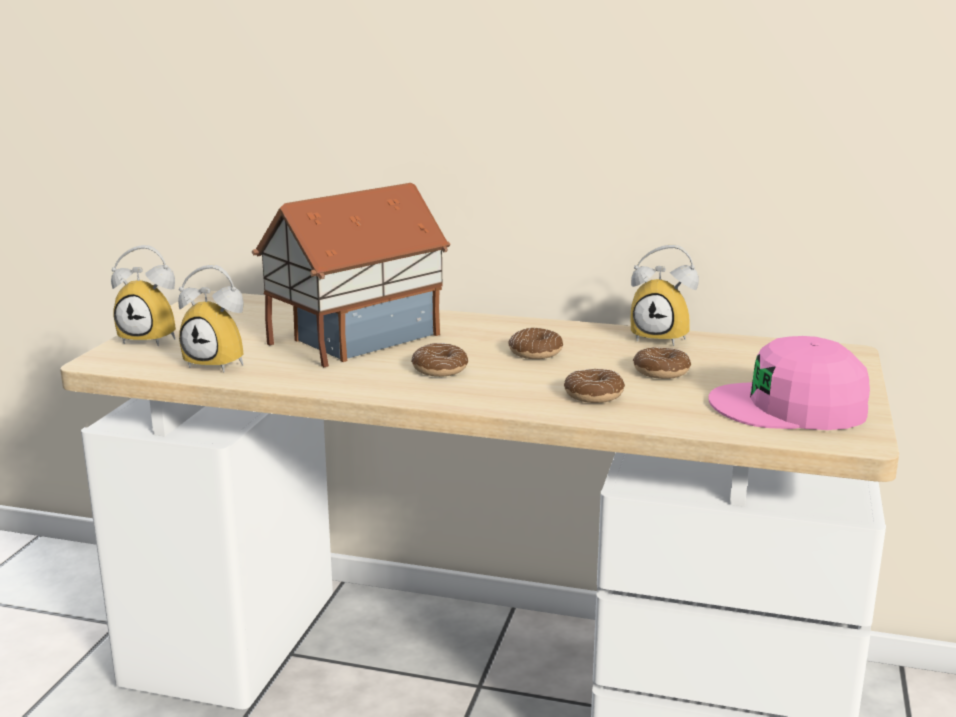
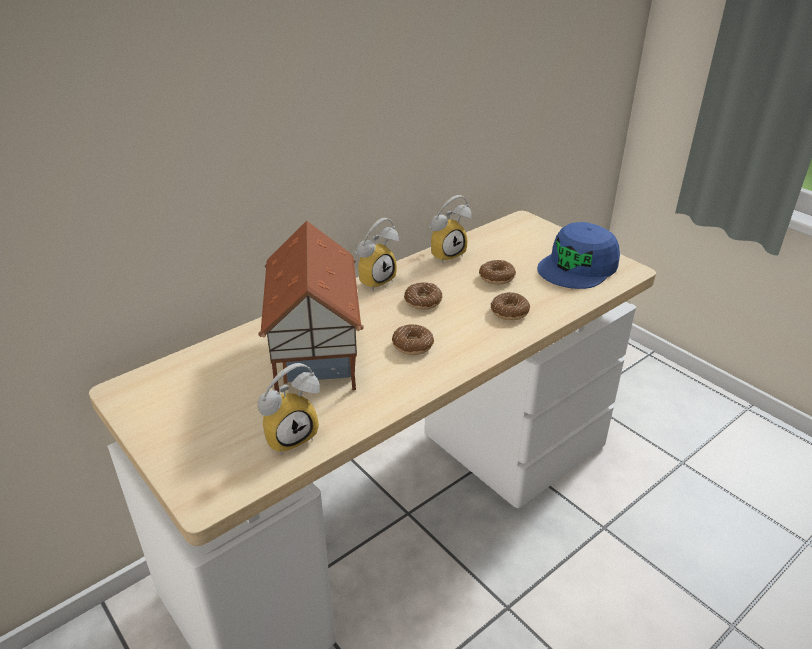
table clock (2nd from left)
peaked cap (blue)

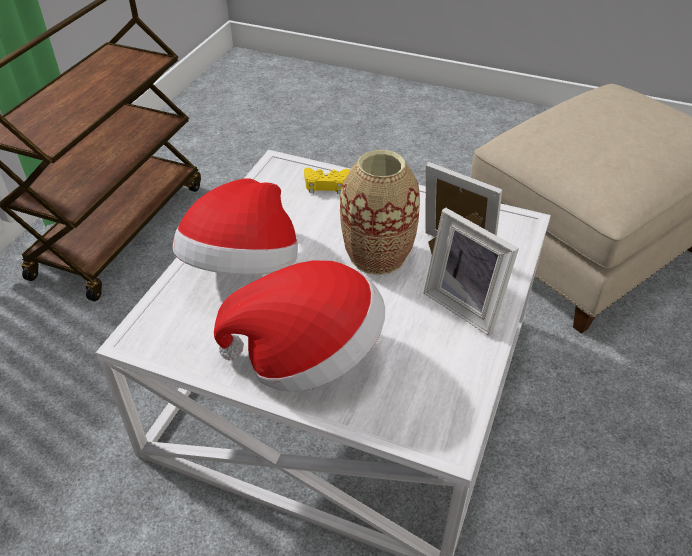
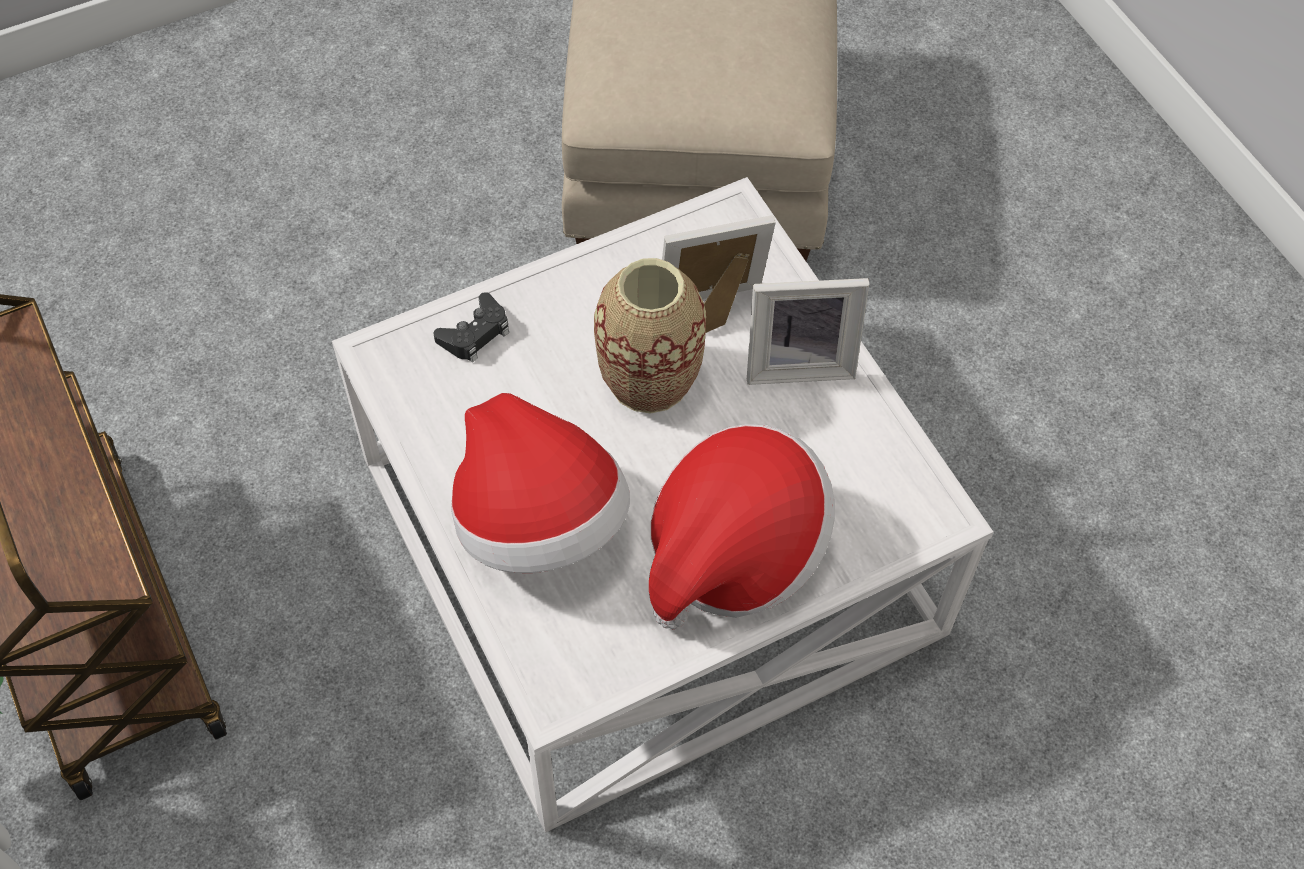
joypad (blackish)

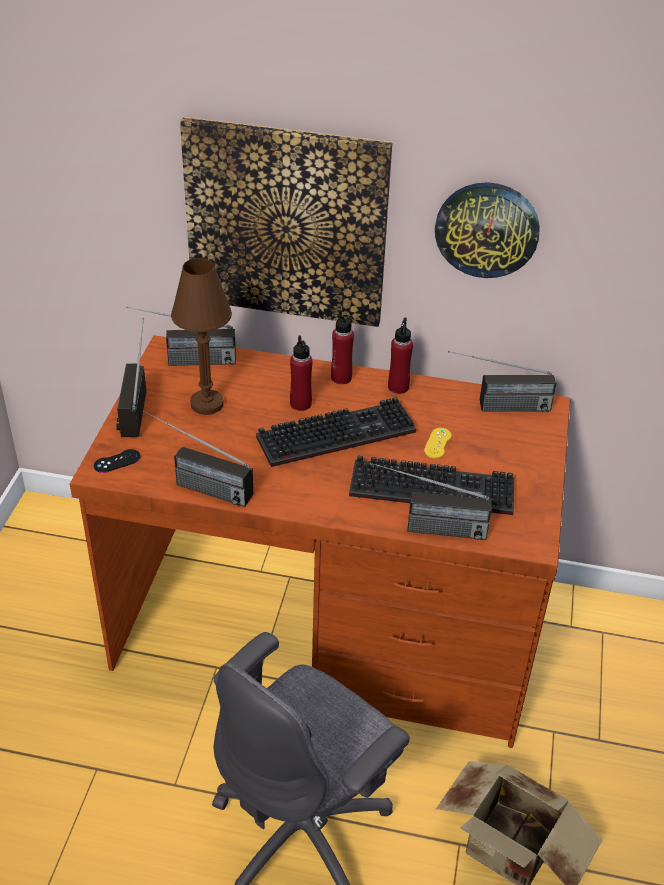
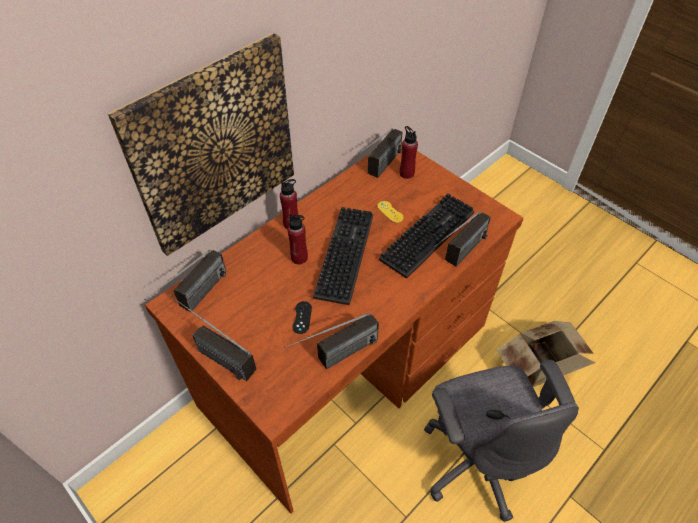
hanging clock
table lamp (brownish)
beverage bottle (red-coloured) (3rd from left)
joypad (blackish)

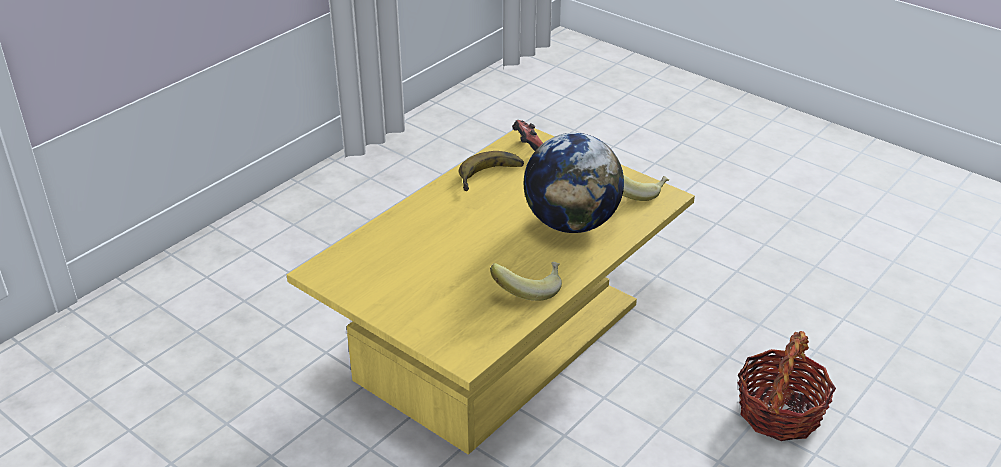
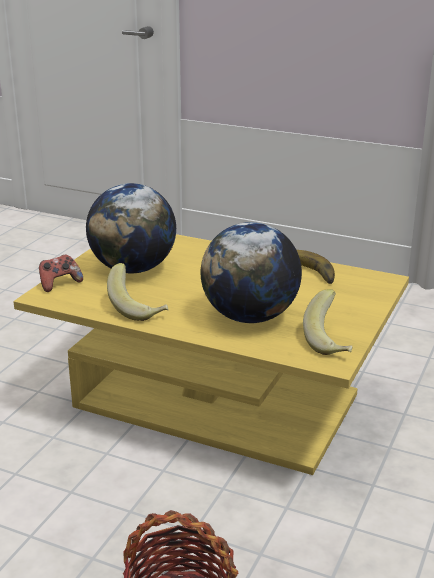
joypad
globe (1st from left)

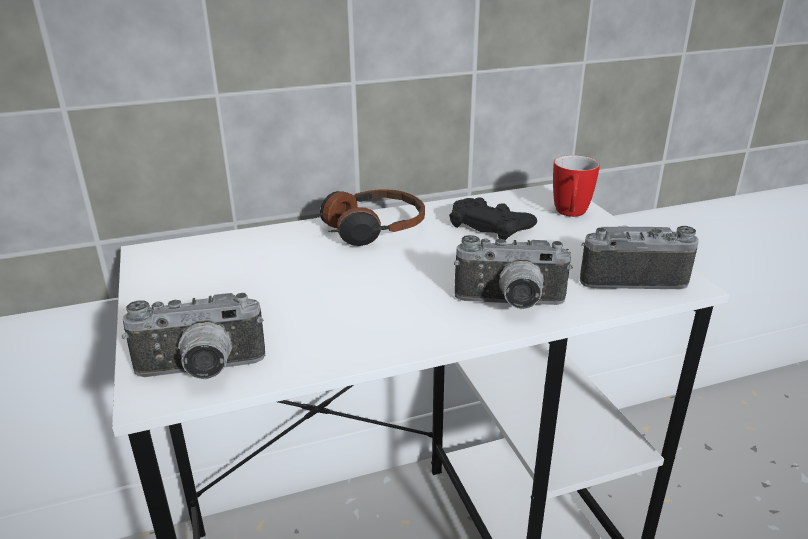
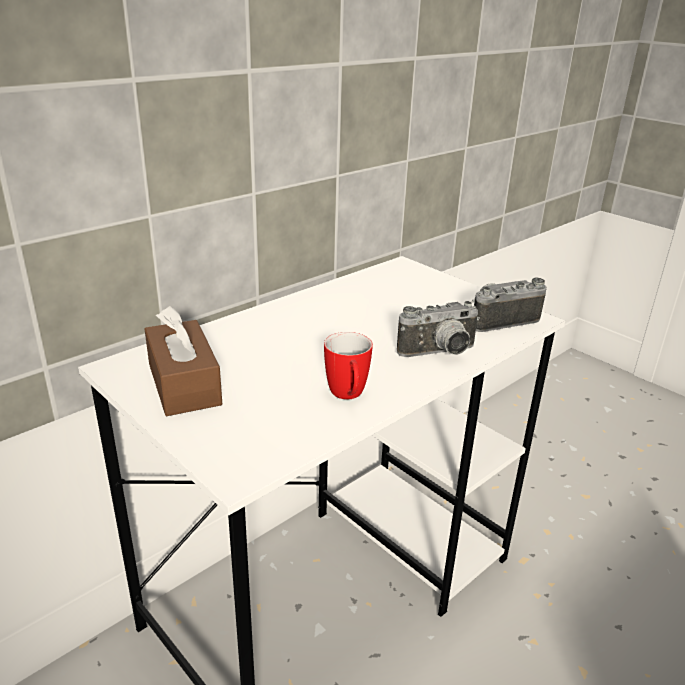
tea mug
headphones
joypad (blackish)
photo camera (1st from left in the first image)
tissue holder (brownish)

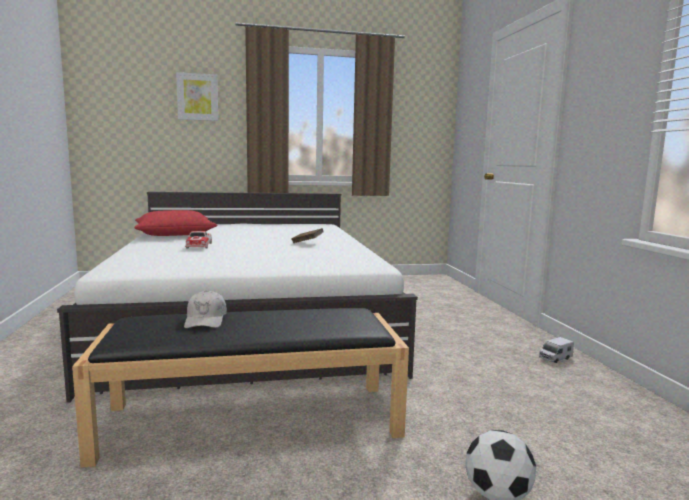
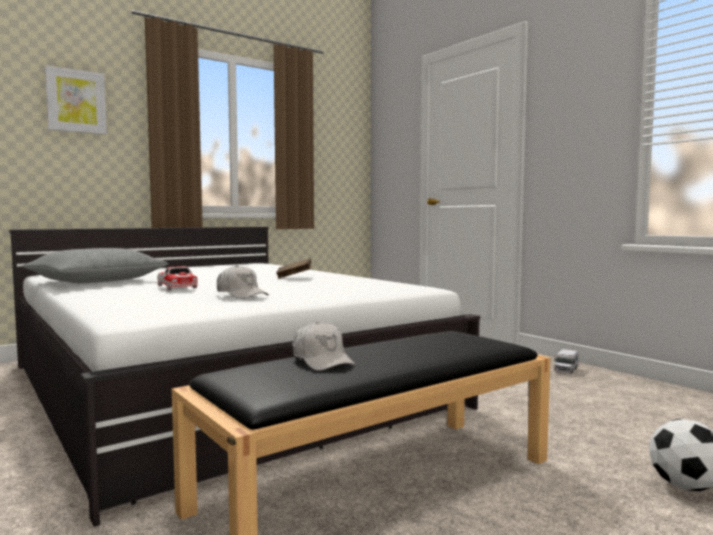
throw pillow (grey)
peaked cap (white-coloured) (1st from left)

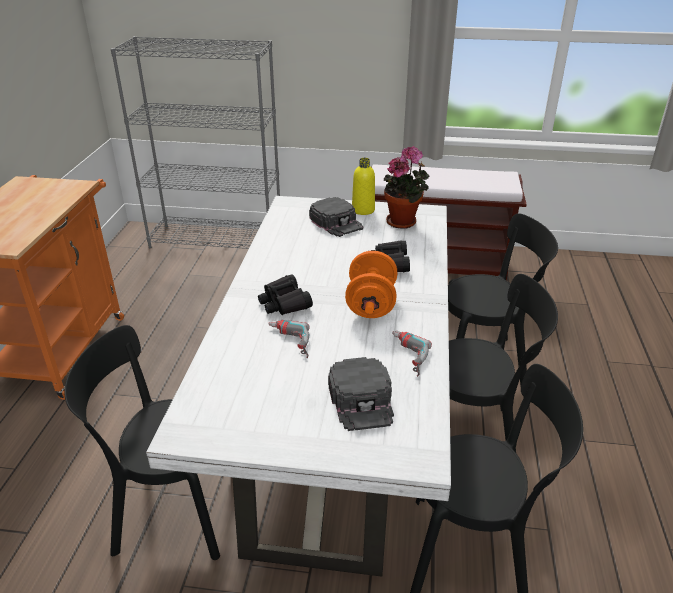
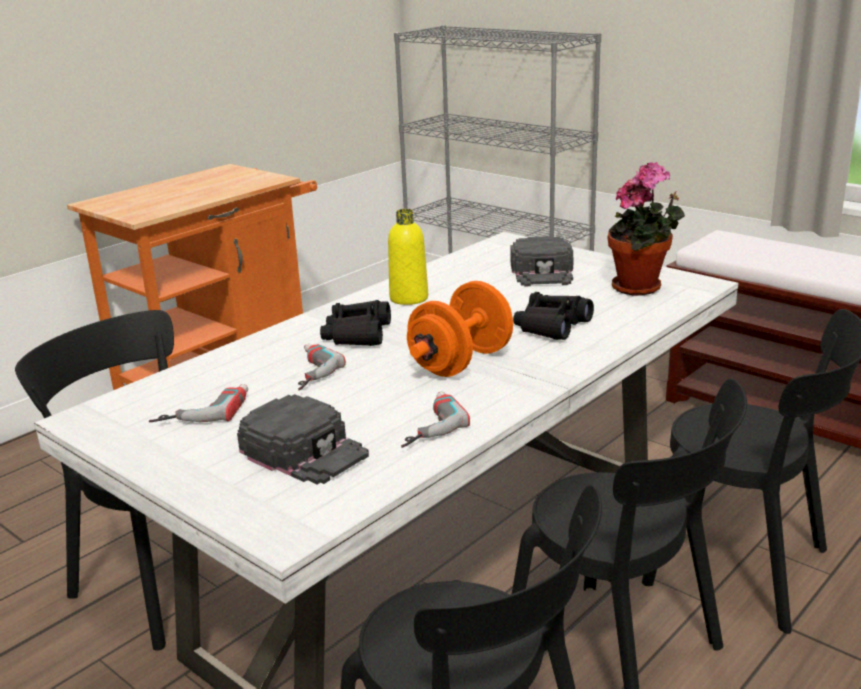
beverage bottle (yellowish)
peaked cap (blackish) (1st from left)
drill (1st from left)

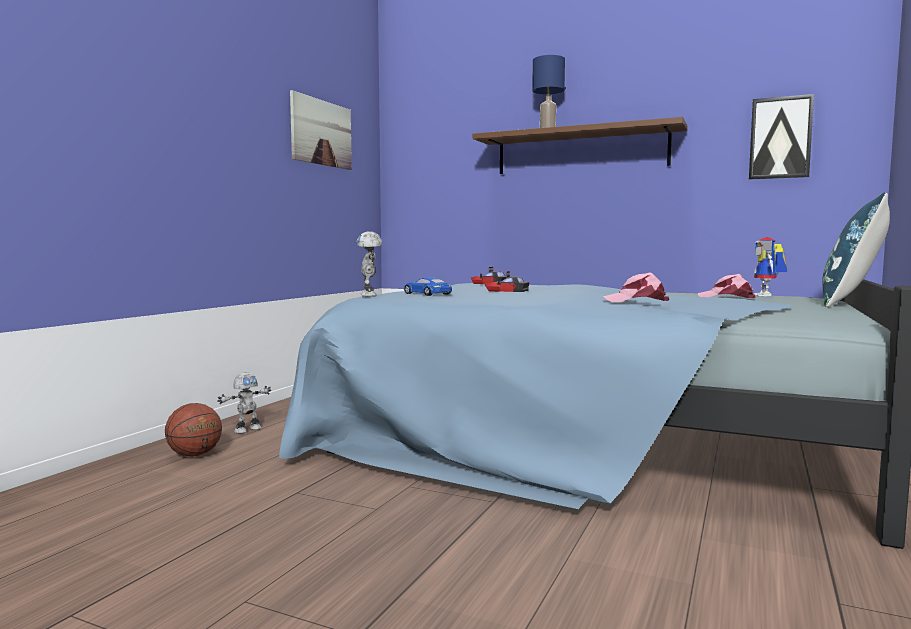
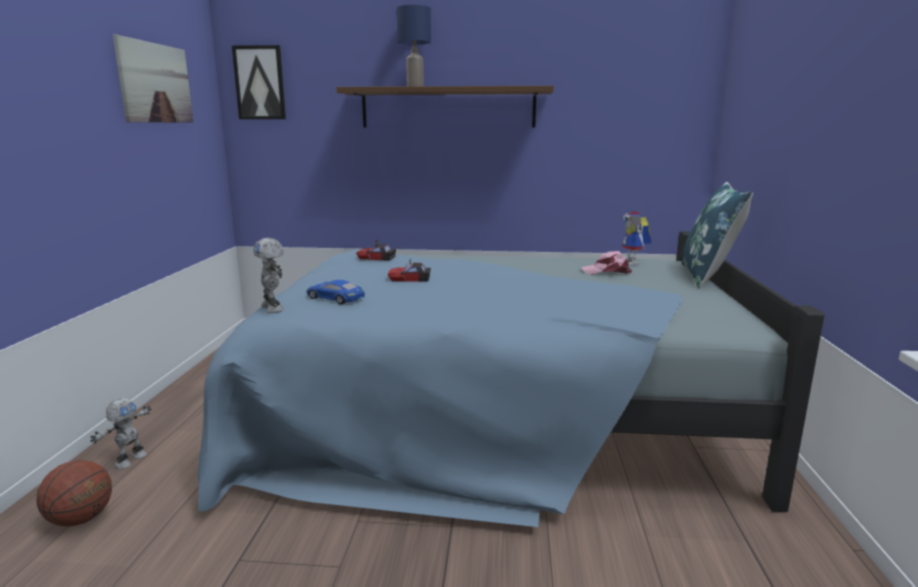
wall picture (2nd from left)
peaked cap (pinkish) (1st from left in the first image)

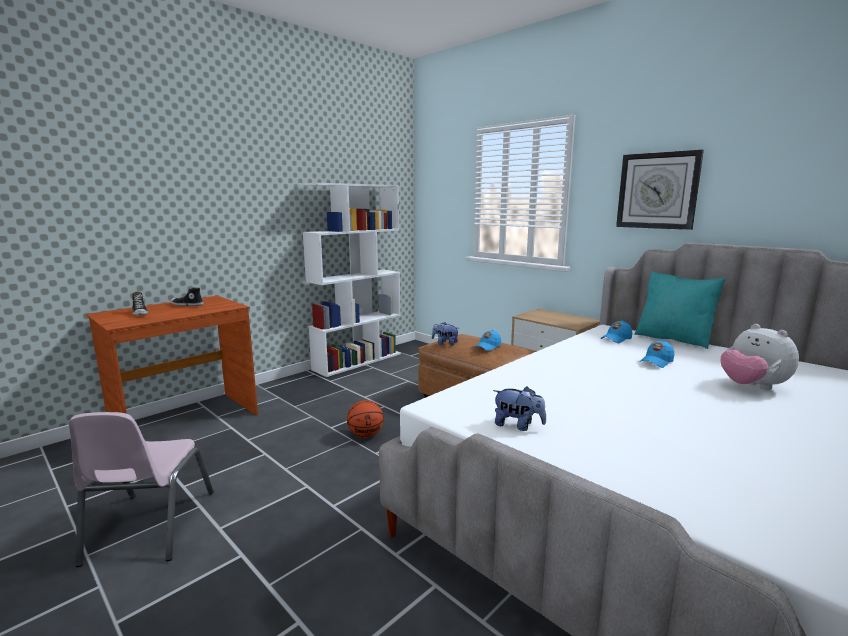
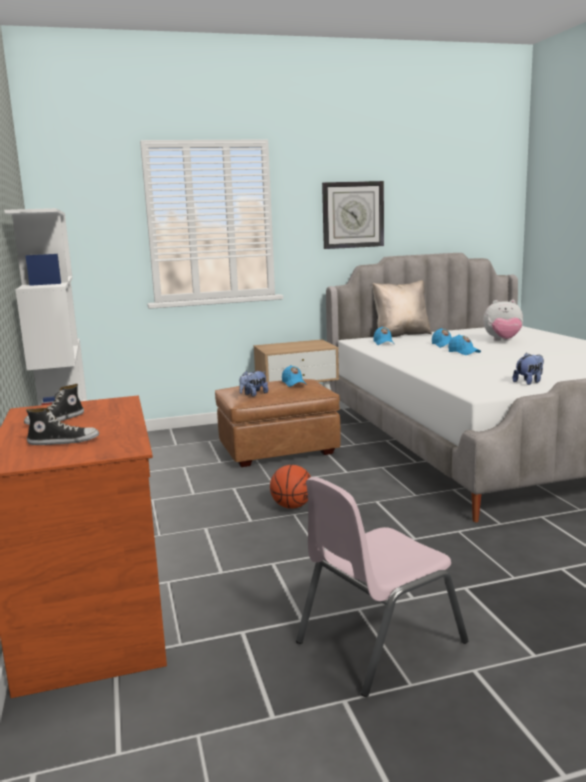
throw pillow (beige)
plain chair (pinkish)
peaked cap (blue) (4th from left)

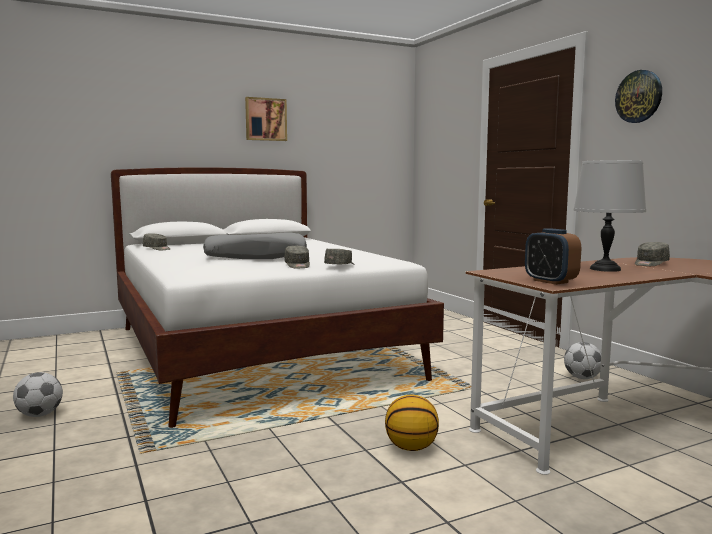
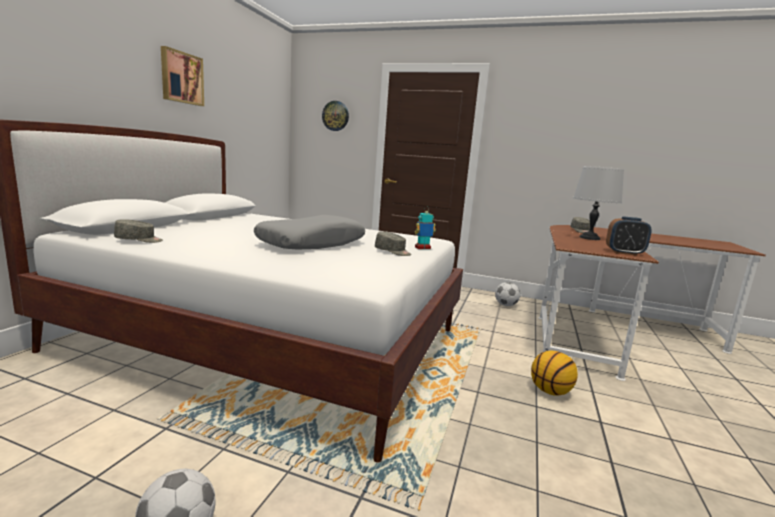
hanging clock
model robot

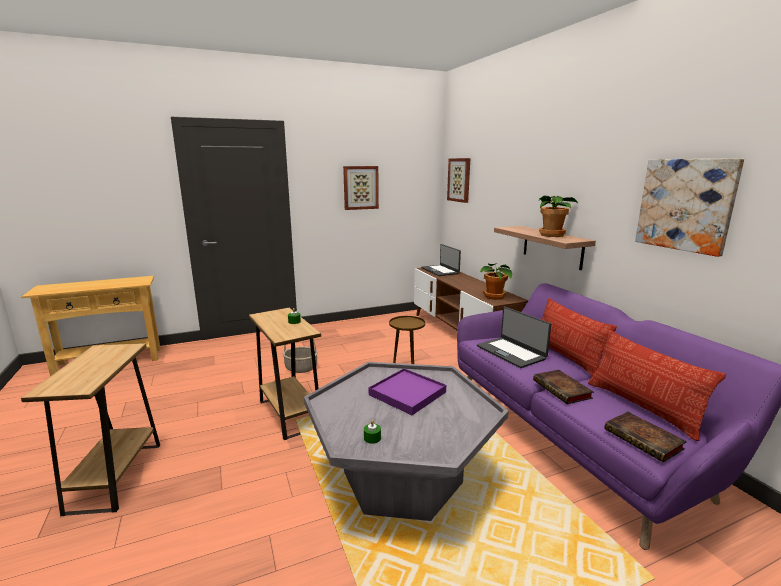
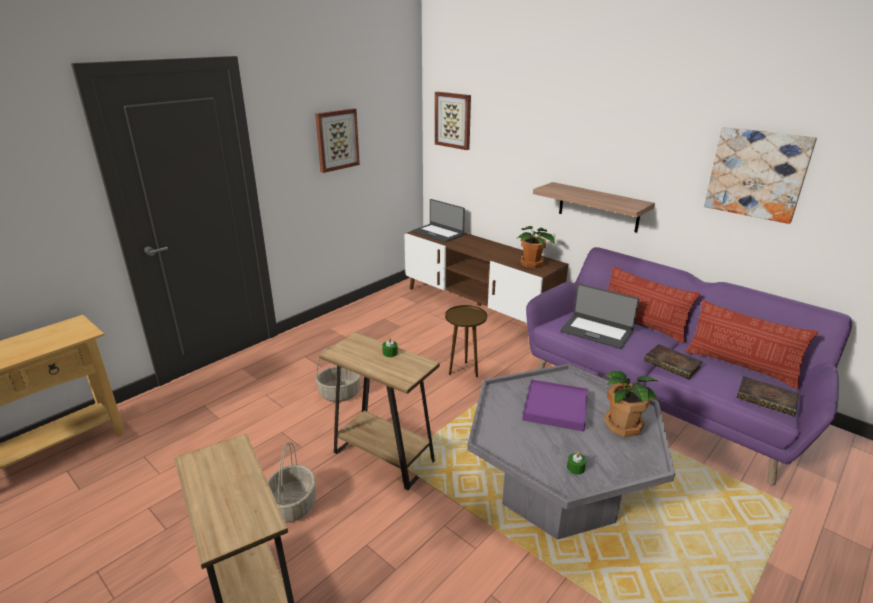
houseplant (2nd from left)
household basket (1st from left)

